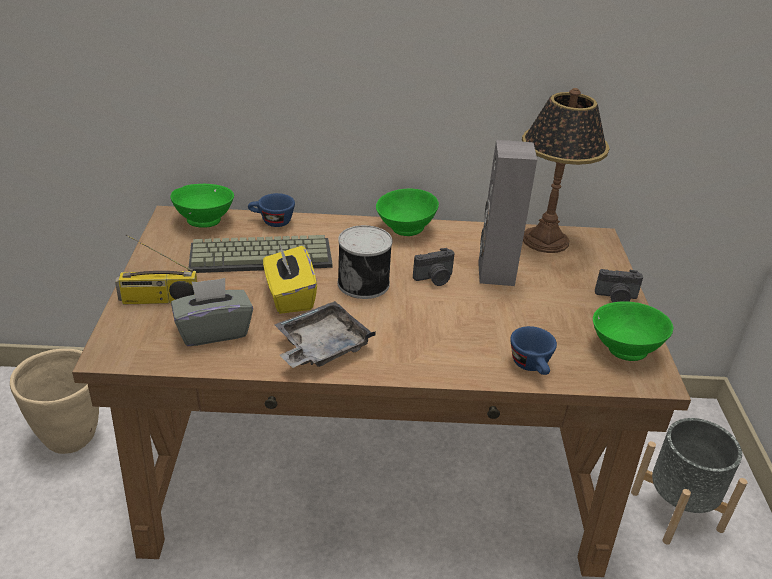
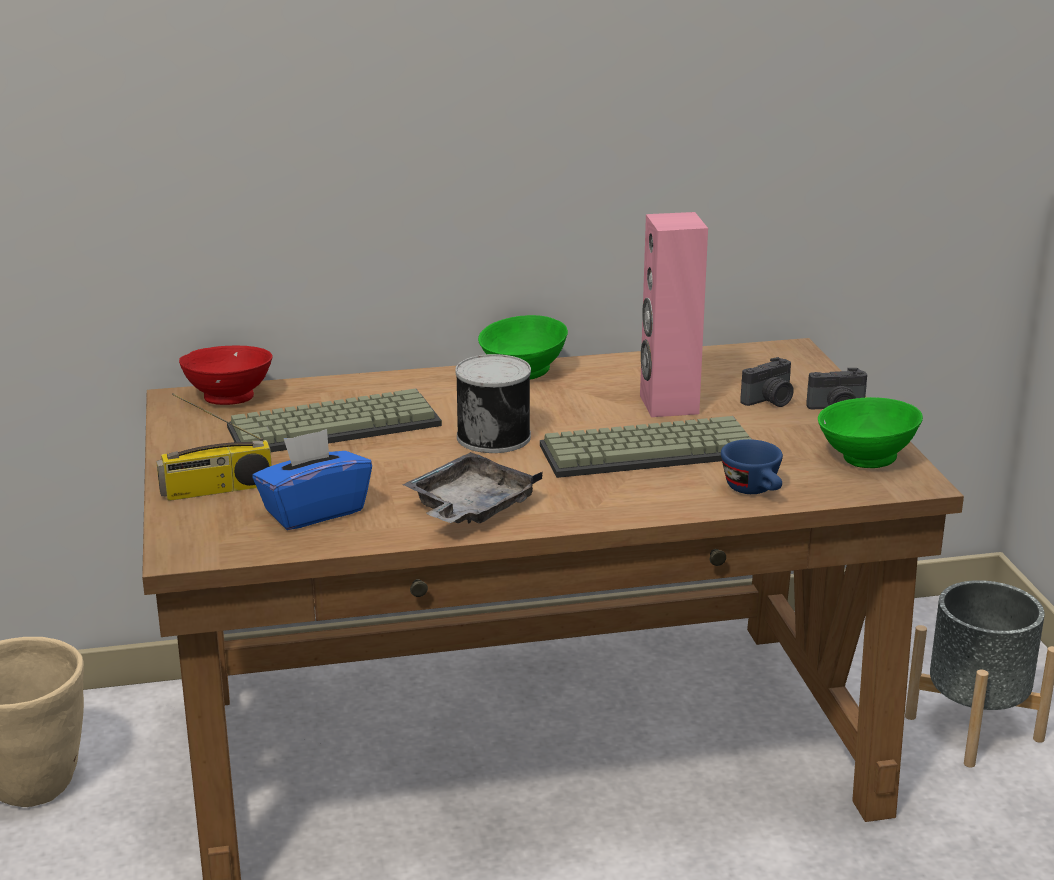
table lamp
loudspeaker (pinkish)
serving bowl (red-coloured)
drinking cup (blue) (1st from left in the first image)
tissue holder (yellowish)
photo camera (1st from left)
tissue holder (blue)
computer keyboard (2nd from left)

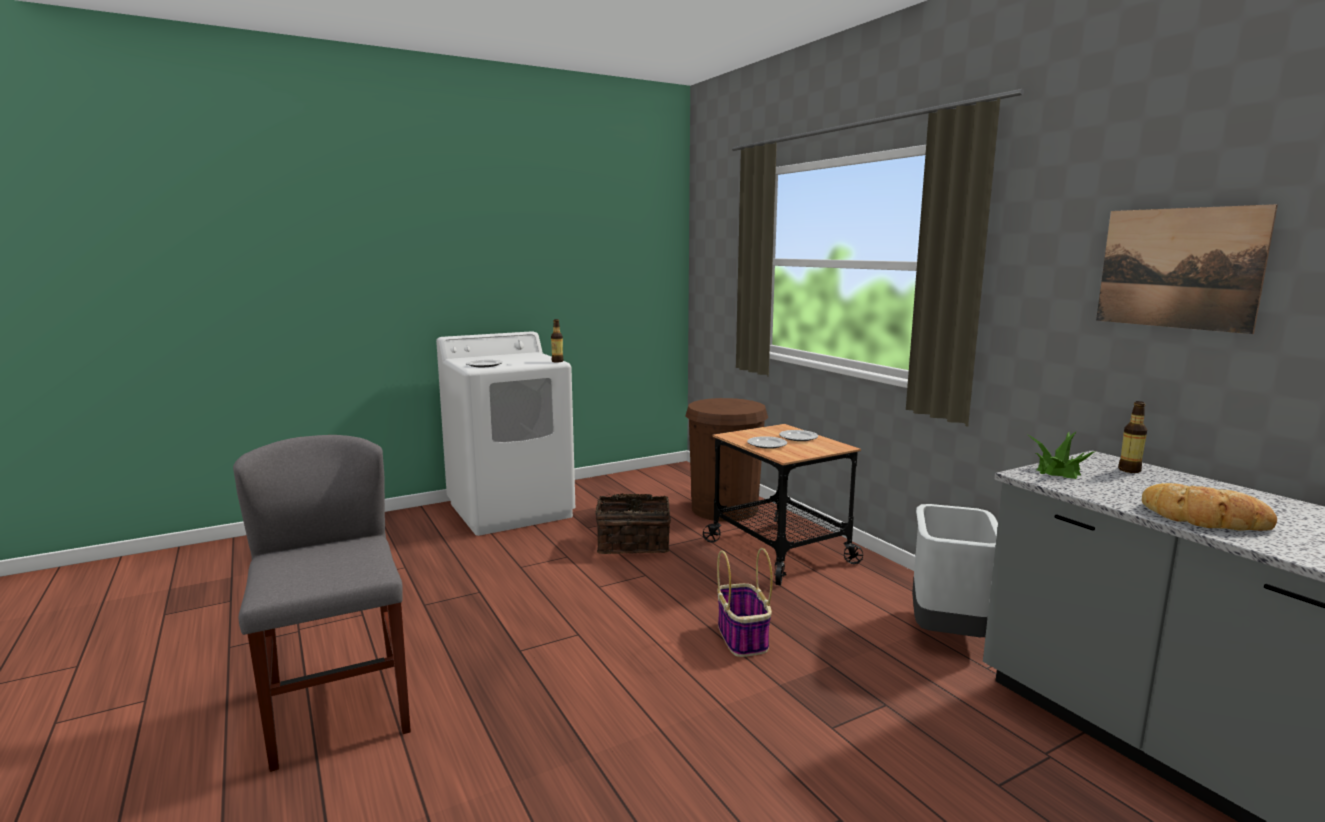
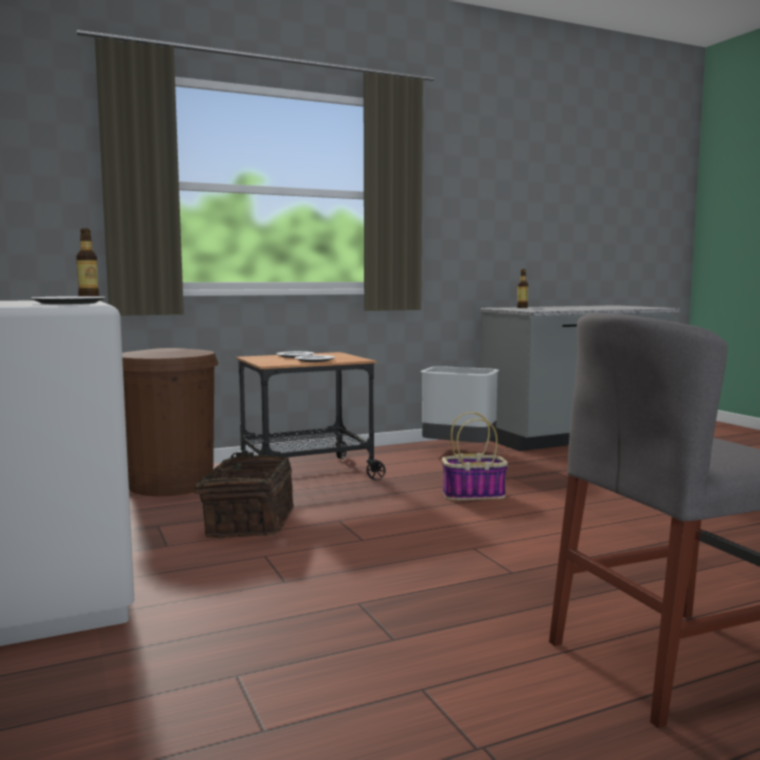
wall picture
houseplant
baked bread

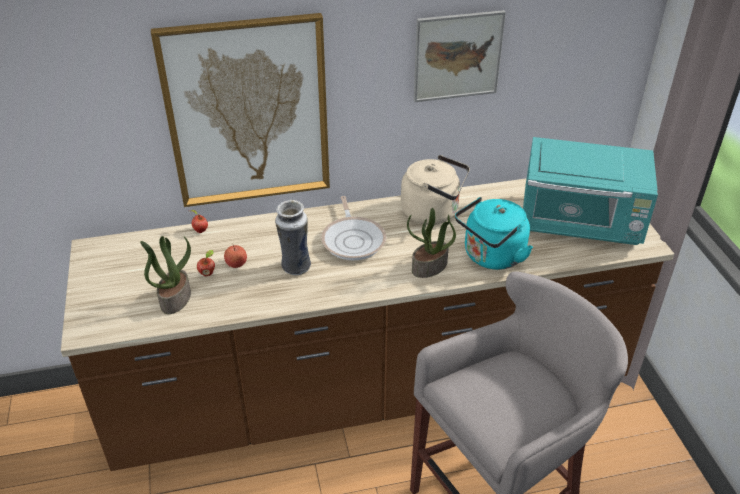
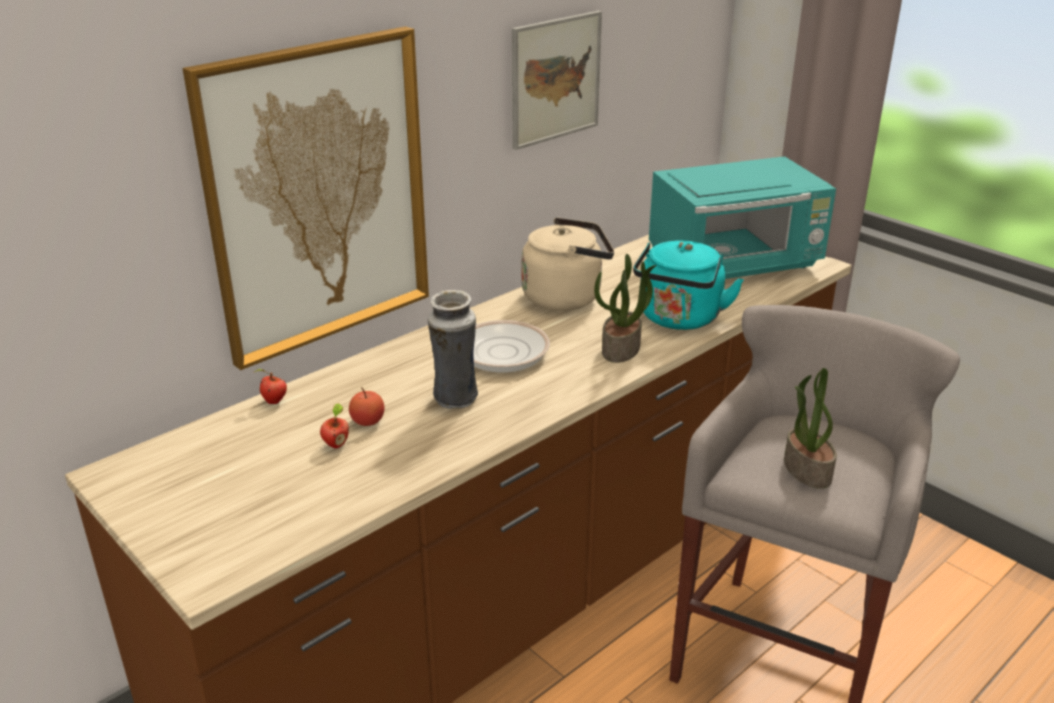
houseplant (2nd from left)

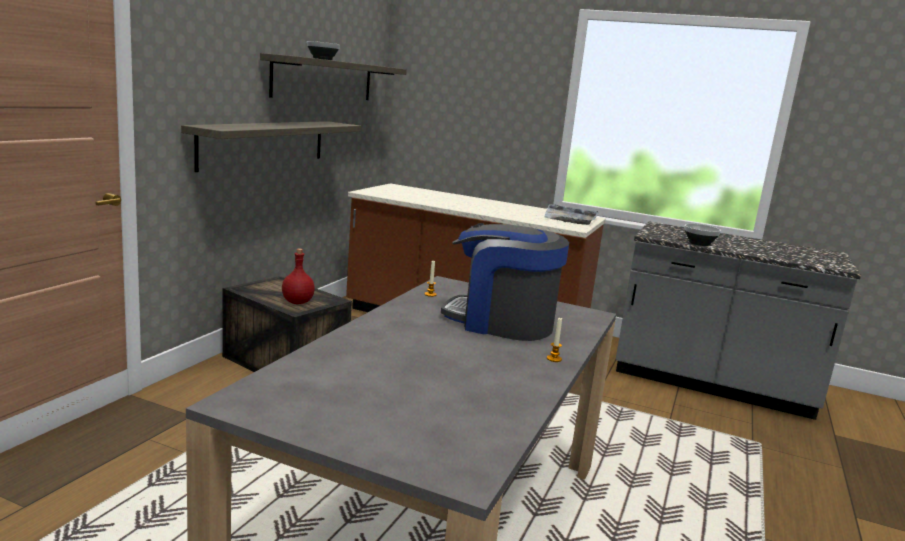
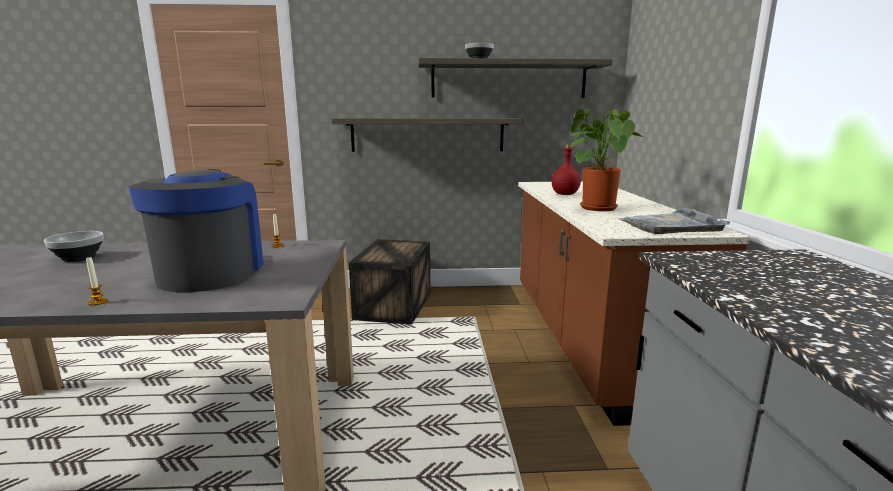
serving bowl (1st from left)
beverage bottle (red-coloured)
houseplant

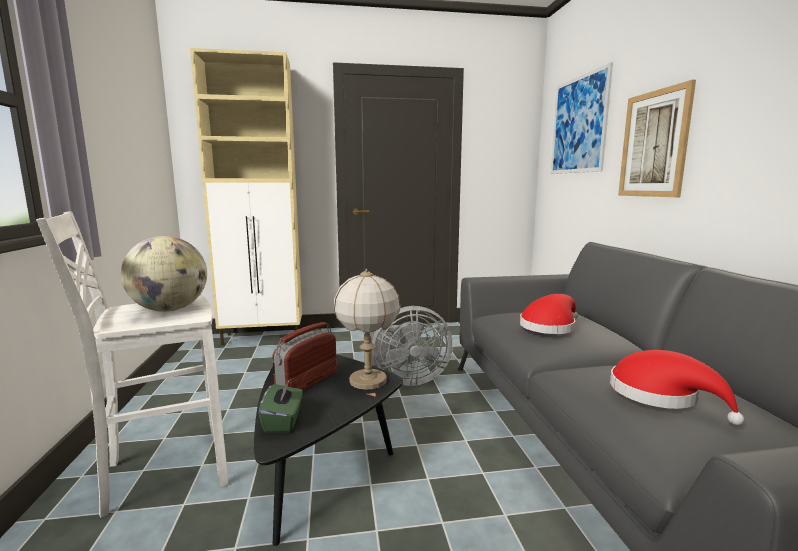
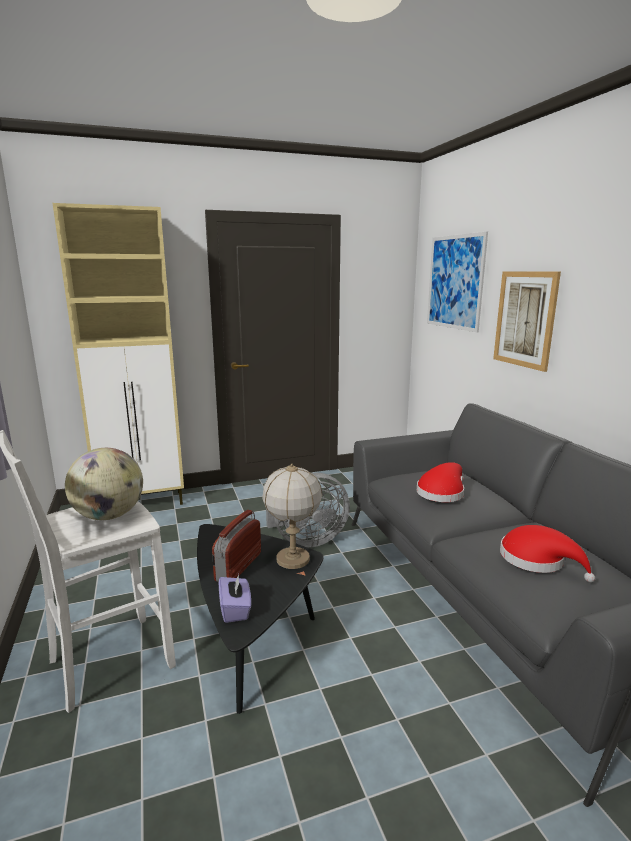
tissue holder (purplish)

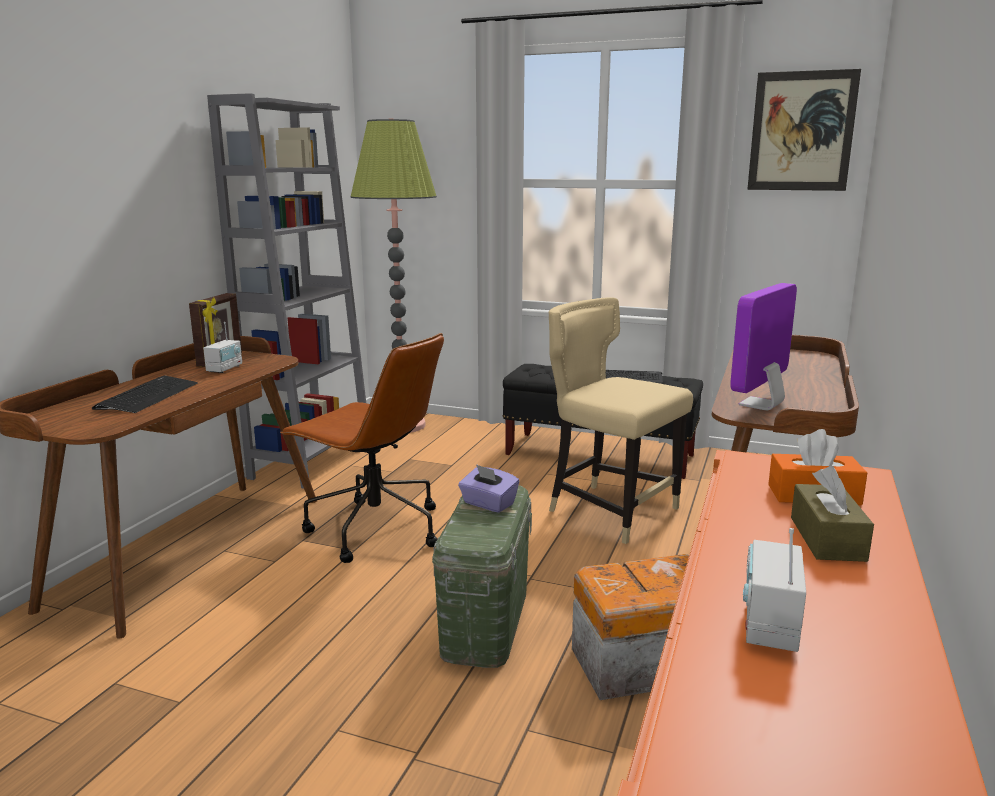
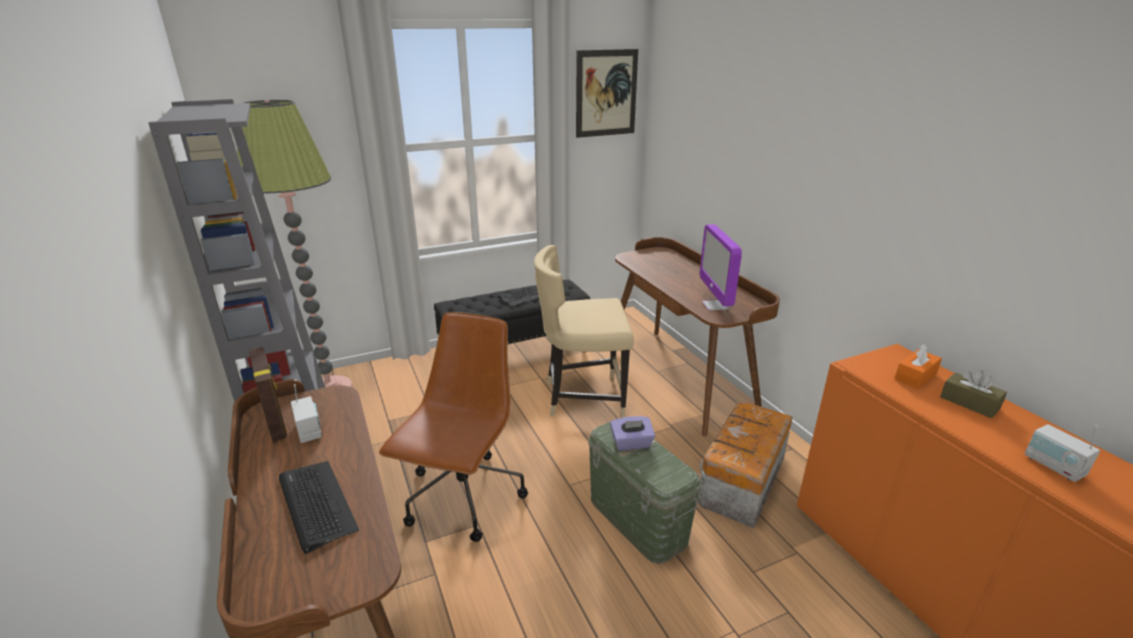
desk chair (brownish)

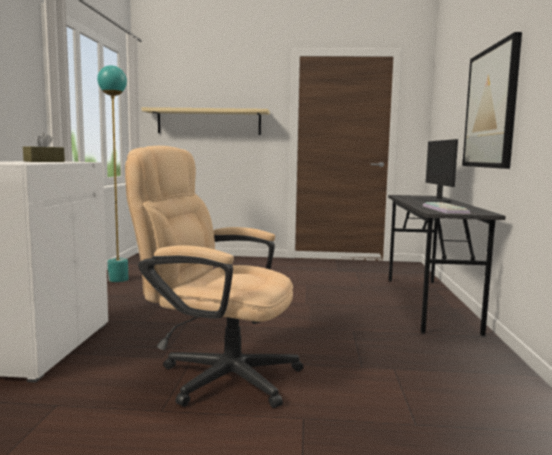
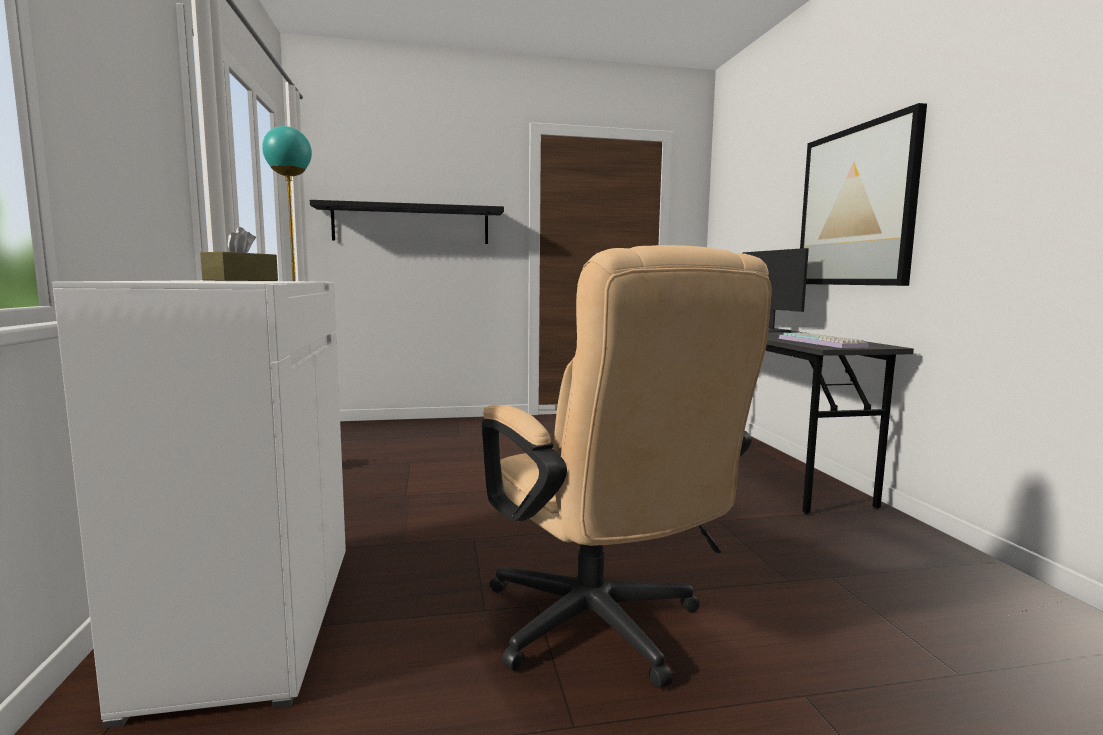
wall shelf (blackish)
desk chair (beige)

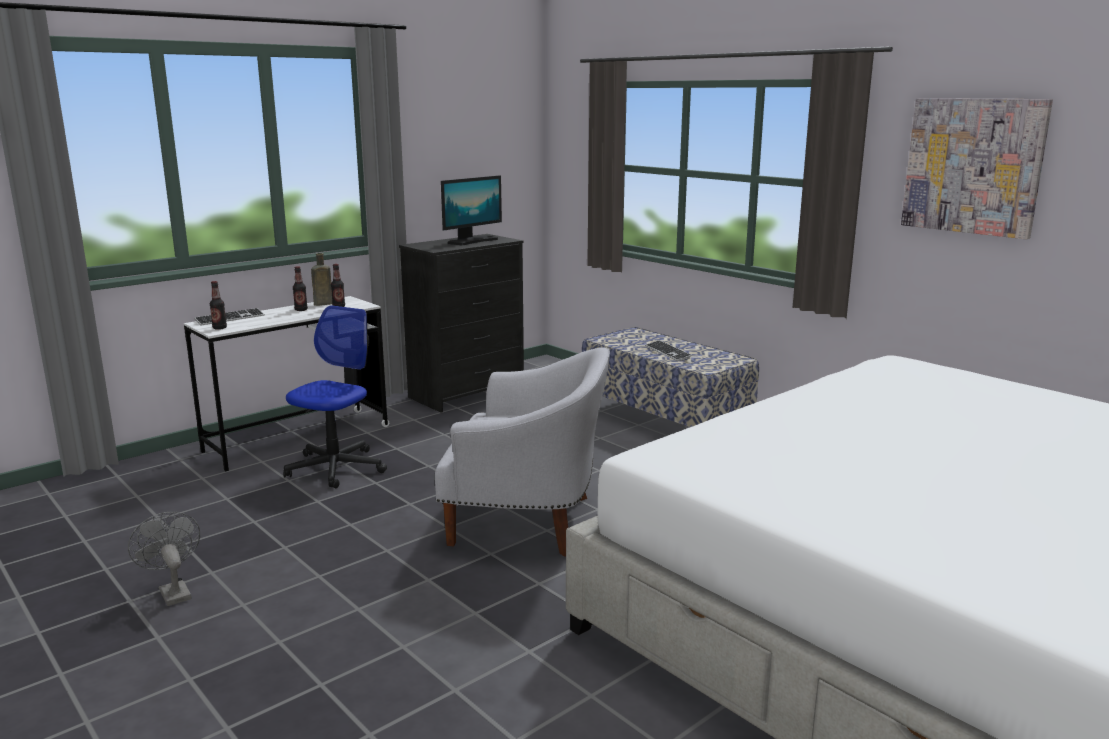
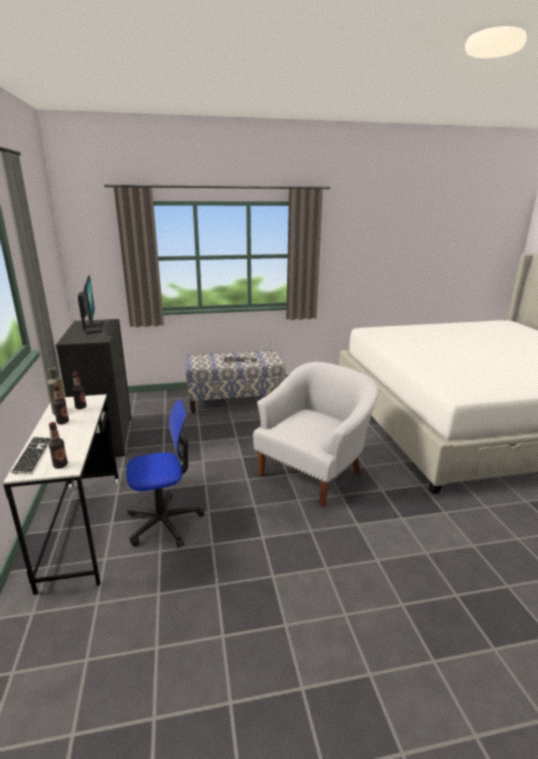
wall picture
desk chair
cooling fan (grey)

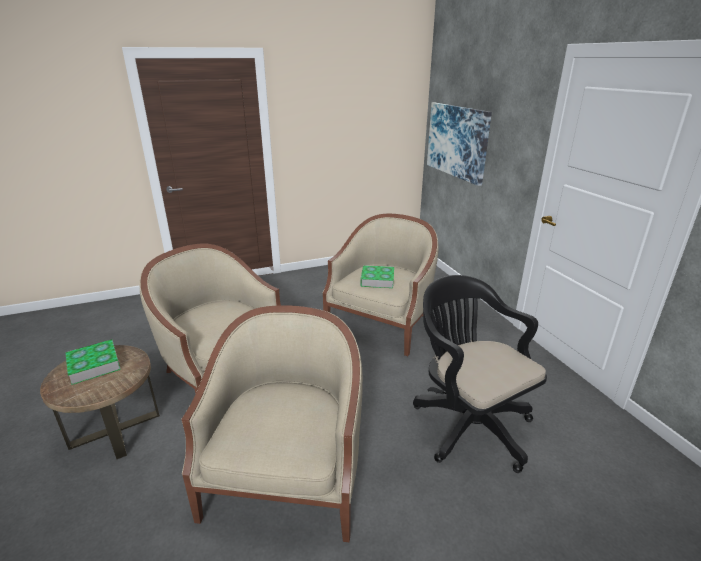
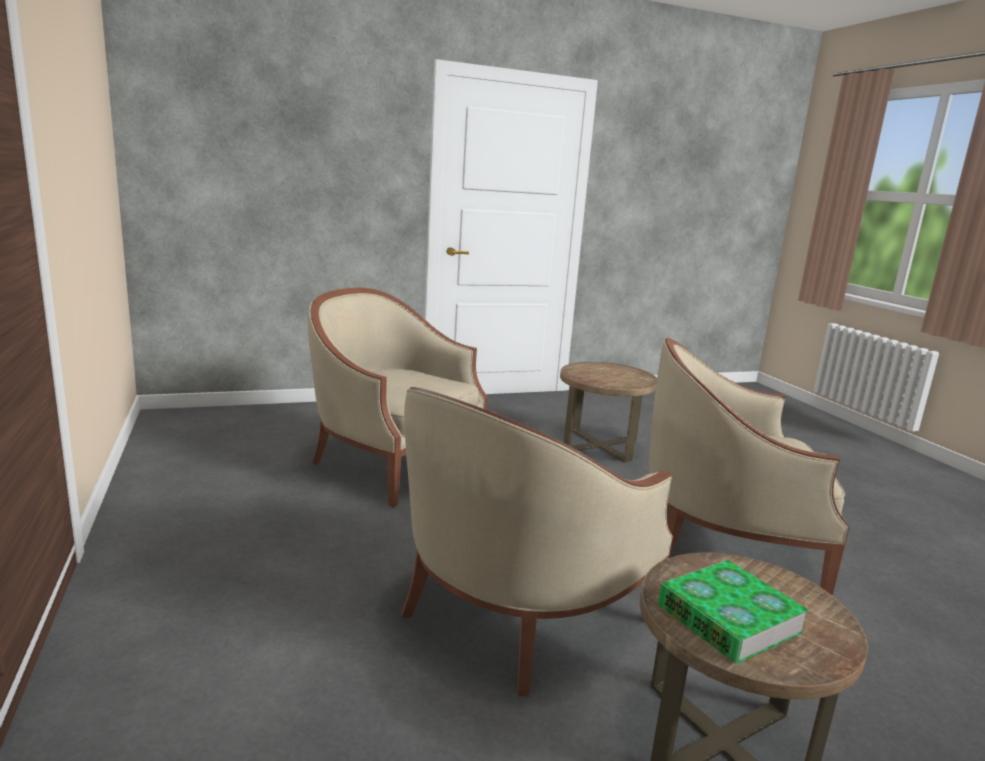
wall picture
volume (2nd from left in the first image)
accent table (brownish) (1st from left)

